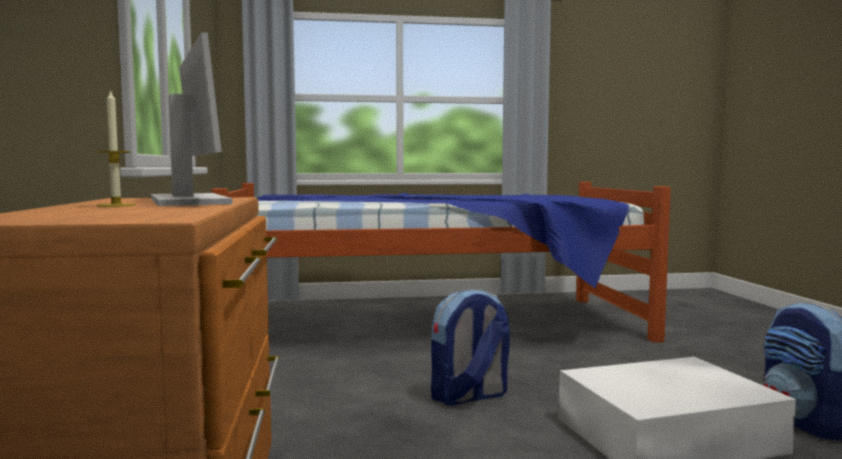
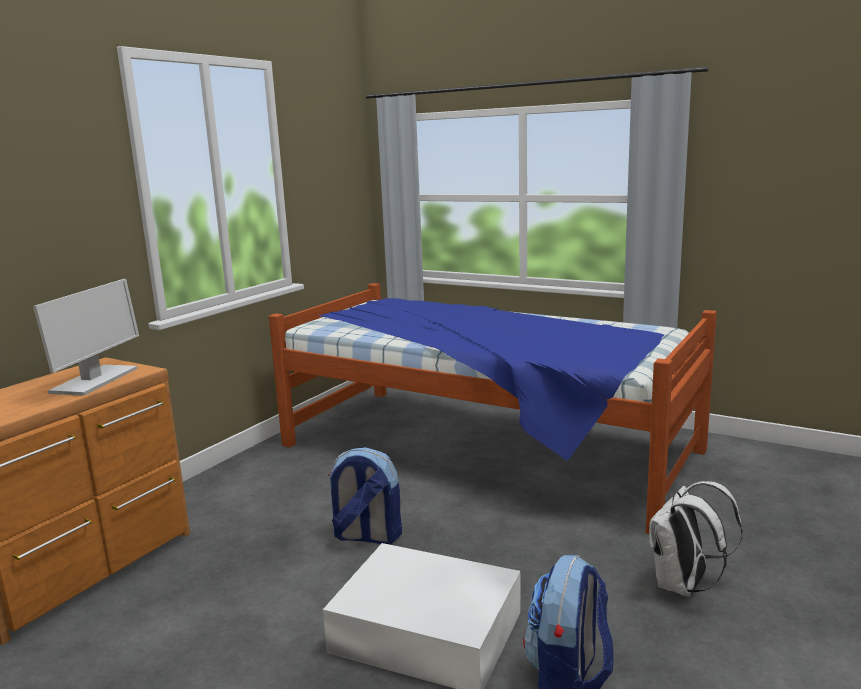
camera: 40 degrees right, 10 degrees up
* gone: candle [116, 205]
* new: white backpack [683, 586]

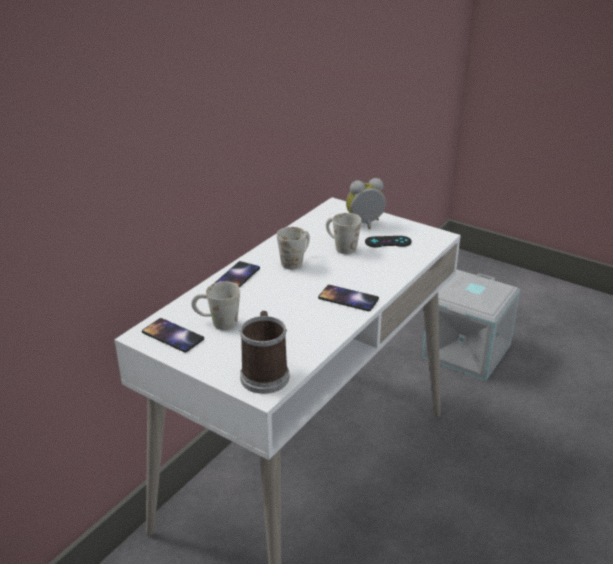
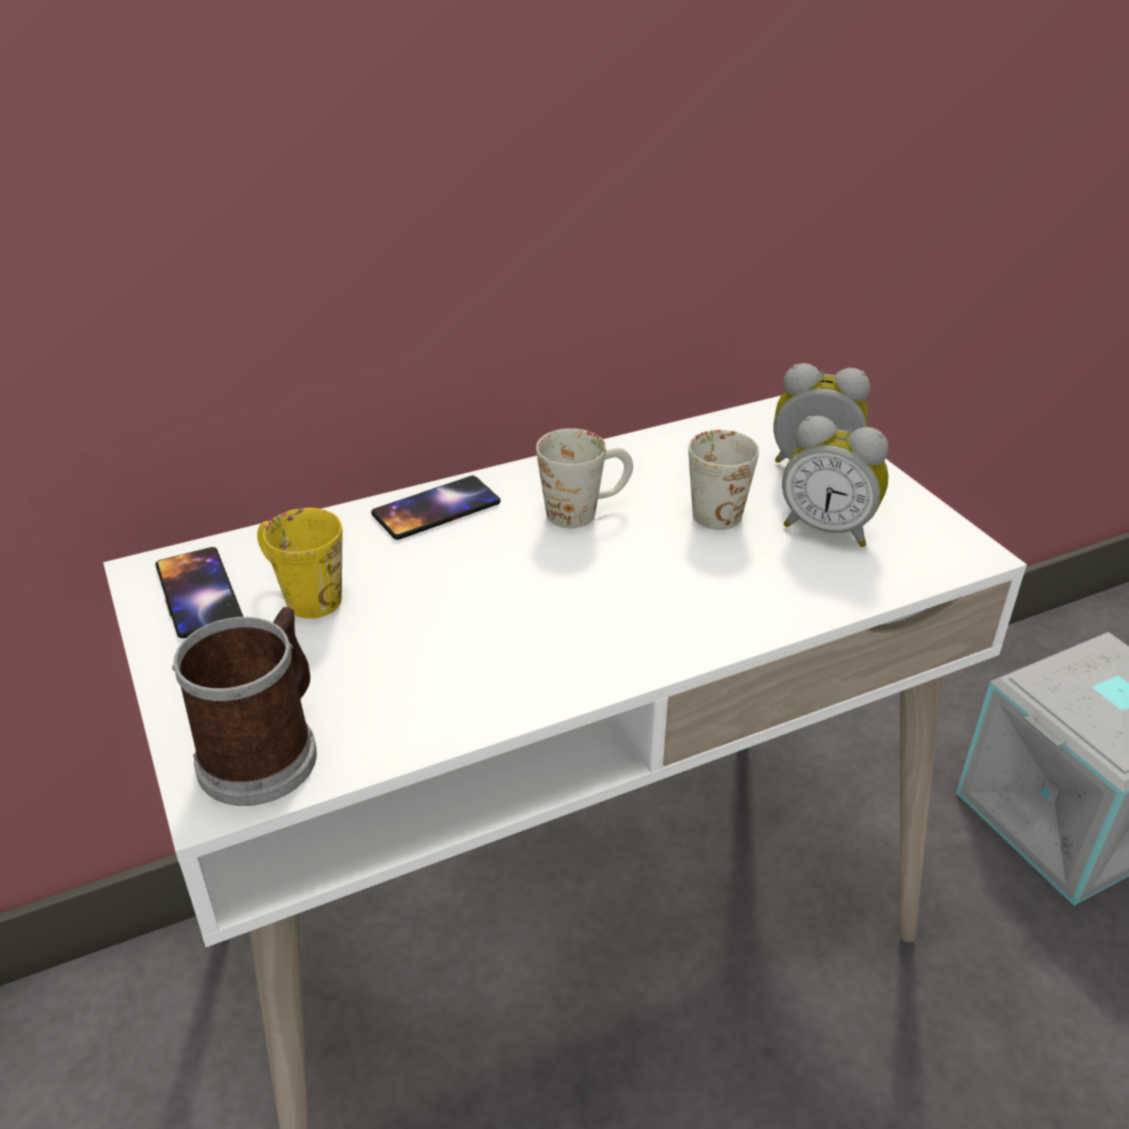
camera: 30 degrees right, 5 degrees up
* repainted: white mug [217, 323] to yellow mug [301, 595]
* gone: phone [348, 298]
* swapped: black game controller [388, 242] to alarm clock [828, 528]

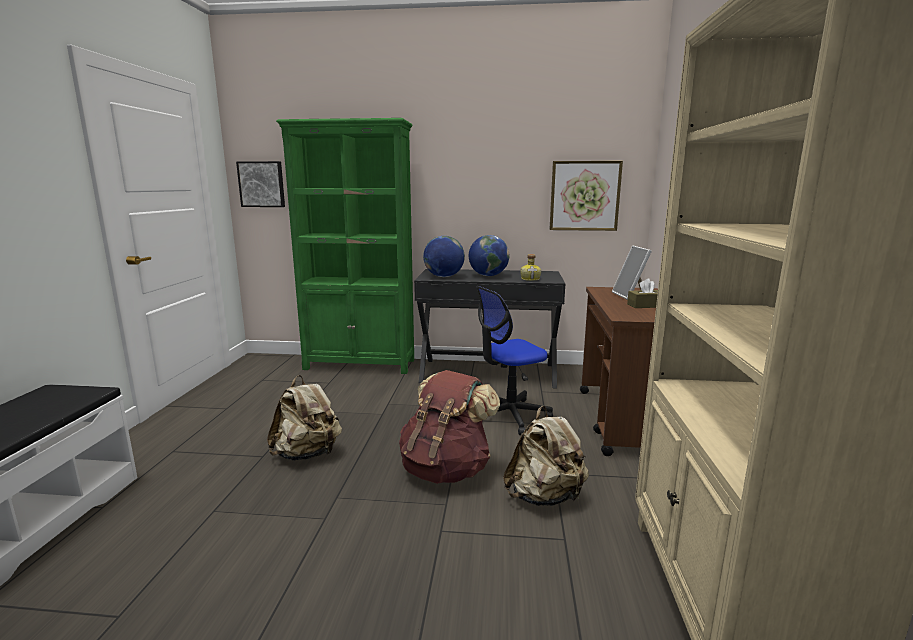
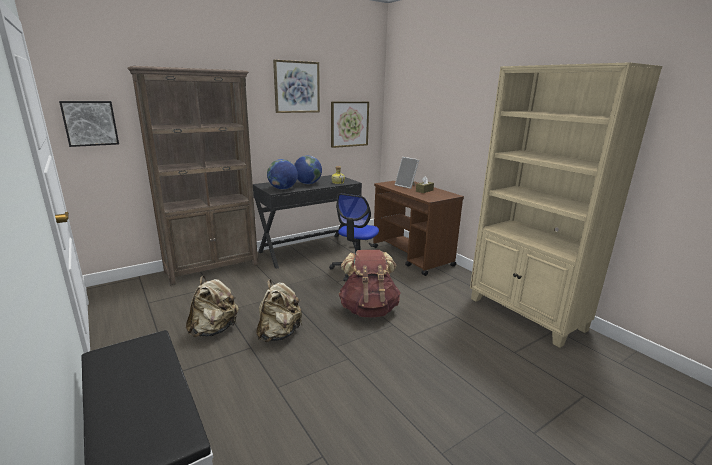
camera: 40 degrees left, 5 degrees up
* repainted: green bookcase [360, 364] to brown bookcase [213, 268]
* shifted: beige backpack [544, 497] to [214, 330]
* new: picture [297, 87]

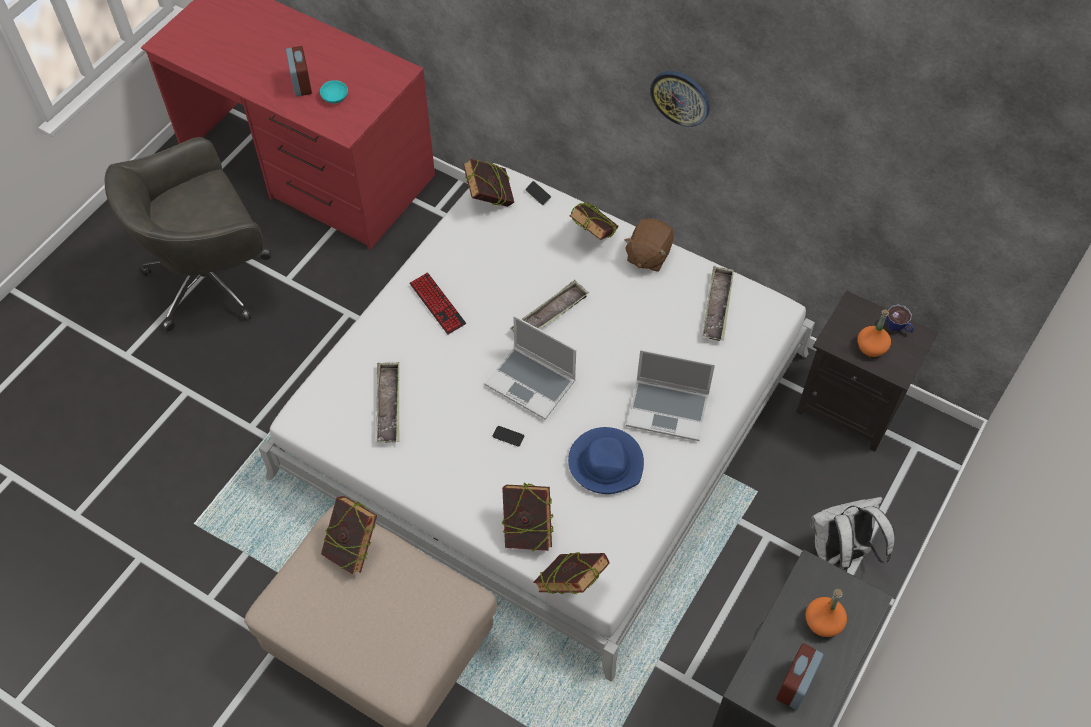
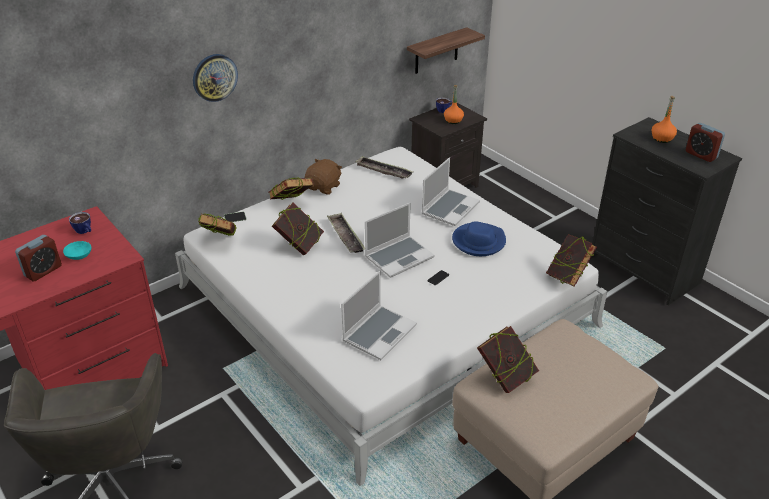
camera: 70 degrees left, 20 degrees down
* rotated: alarm clock [301, 84] = [43, 271] 120 degrees clockwise
* swapped: tray [388, 405] to laptop [379, 332]
* gone: keyboard [437, 304]
* shifted: book [527, 530] to [299, 246]
* rotated: brown plush toy [647, 255] = [324, 187] 105 degrees counterclockwise
* shifted: wall clock [680, 97] to [214, 77]
* gone: white backpack [840, 554]
* new: cup [85, 231]
* new: shelf [436, 51]

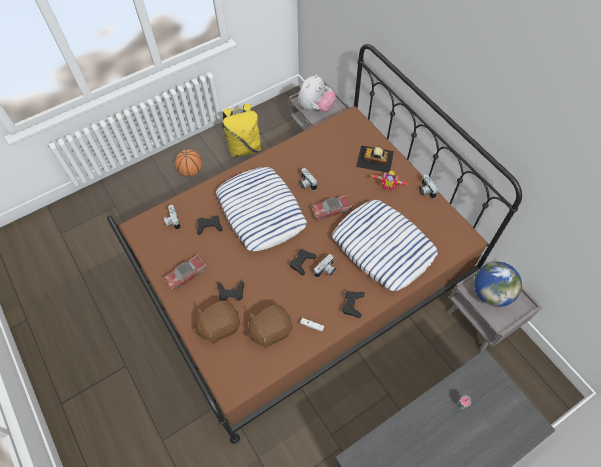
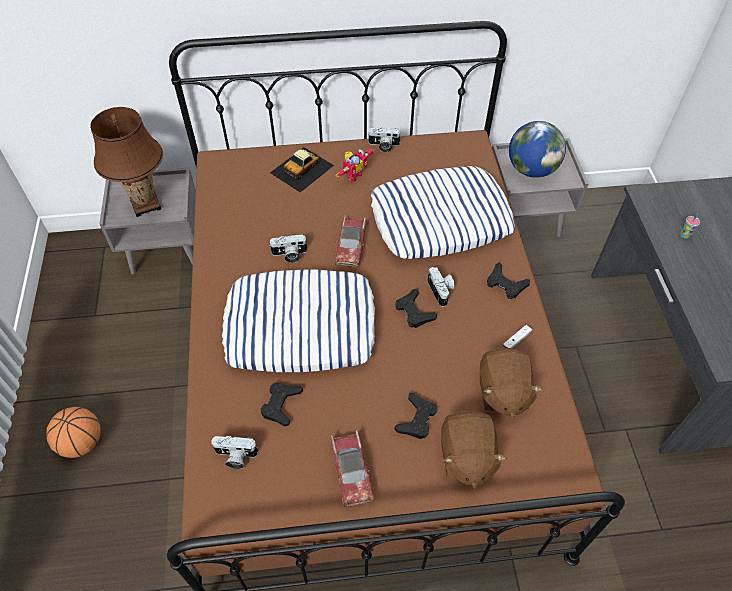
camera: 65 degrees left, 5 degrees down
* gone: yellow backpack [244, 148]
* swapped: plush toy [316, 107] to brown table lamp [145, 204]

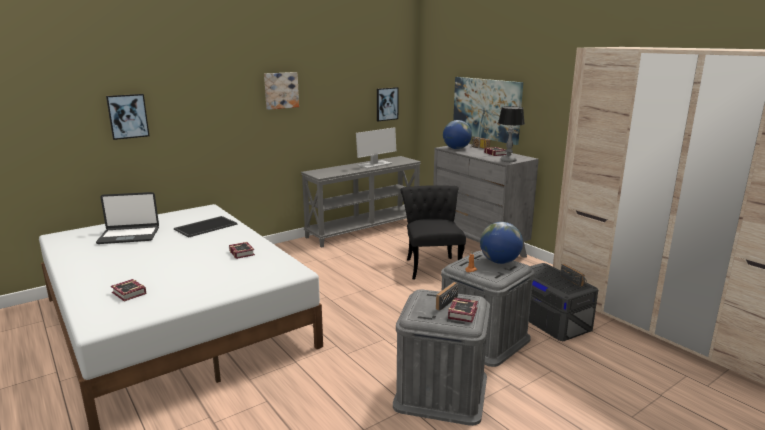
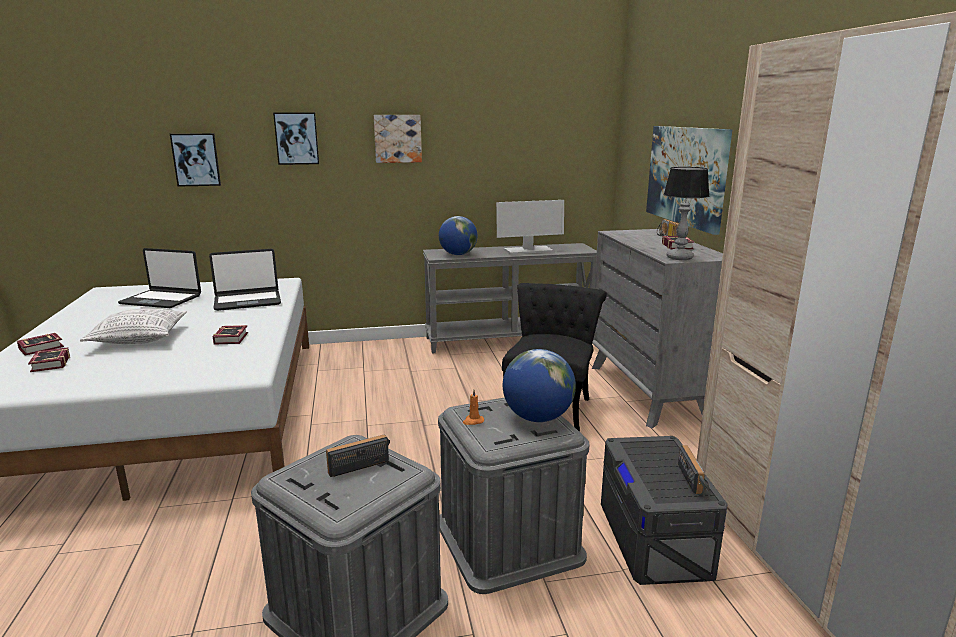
camera: 25 degrees right, 0 degrees up
* swapped: tray [206, 226] to laptop [247, 301]
* shifted: picture [386, 104] to [296, 138]
* shifted: globe [456, 148] to [458, 254]
* shifted: book [464, 312] to [43, 347]
* new: pillow [140, 338]

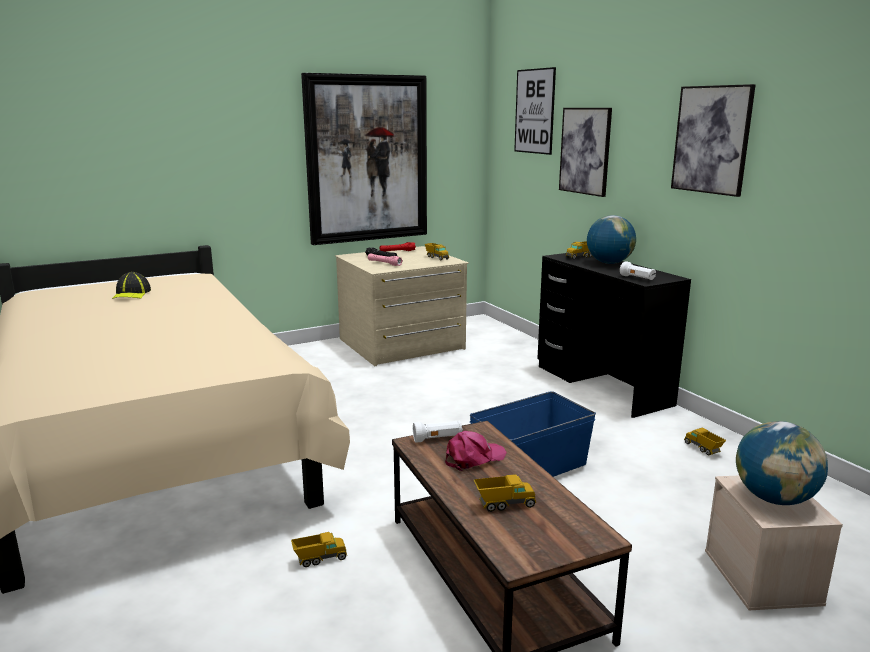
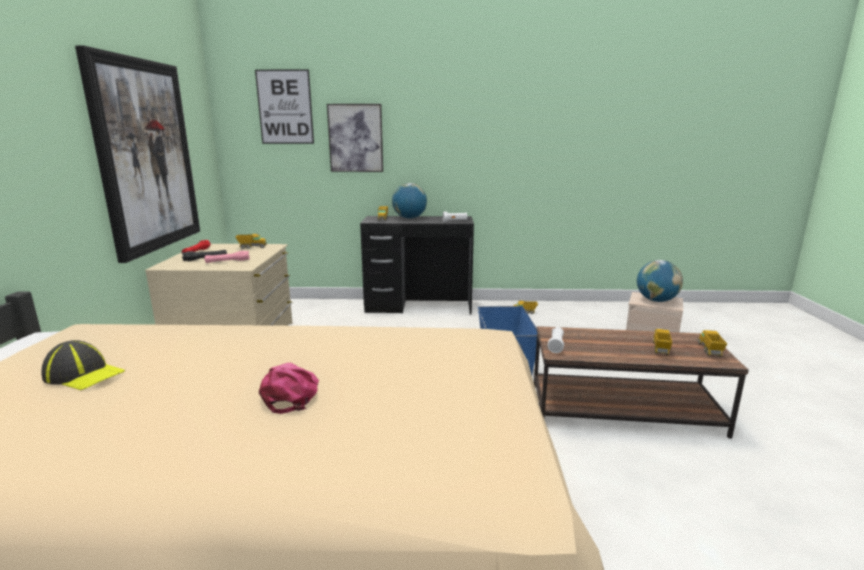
camera: 60 degrees left, 0 degrees up
* shifted: toy truck [320, 559] to [709, 351]
* shifted: pink cap [473, 458] to [291, 394]
* gone: picture [711, 140]

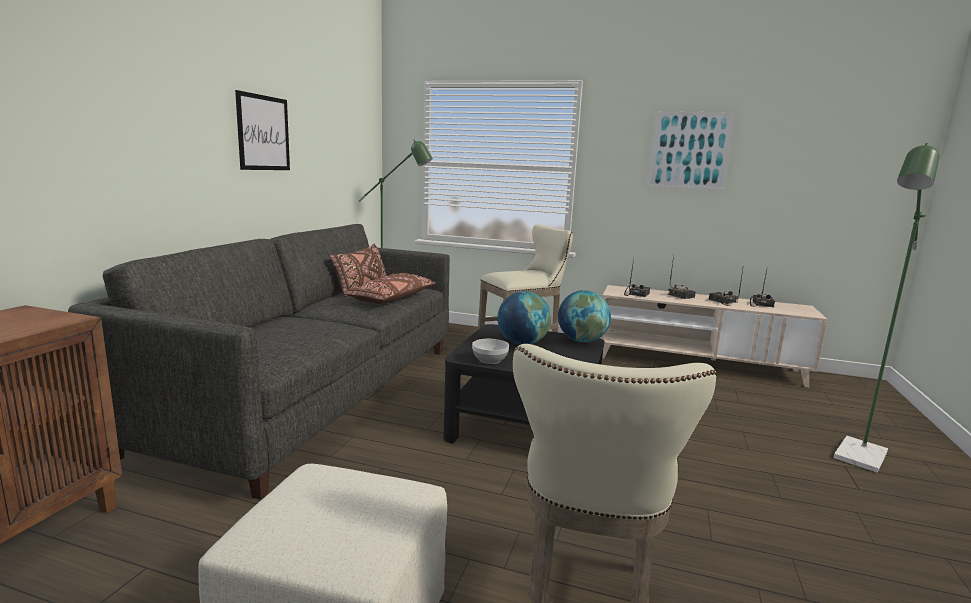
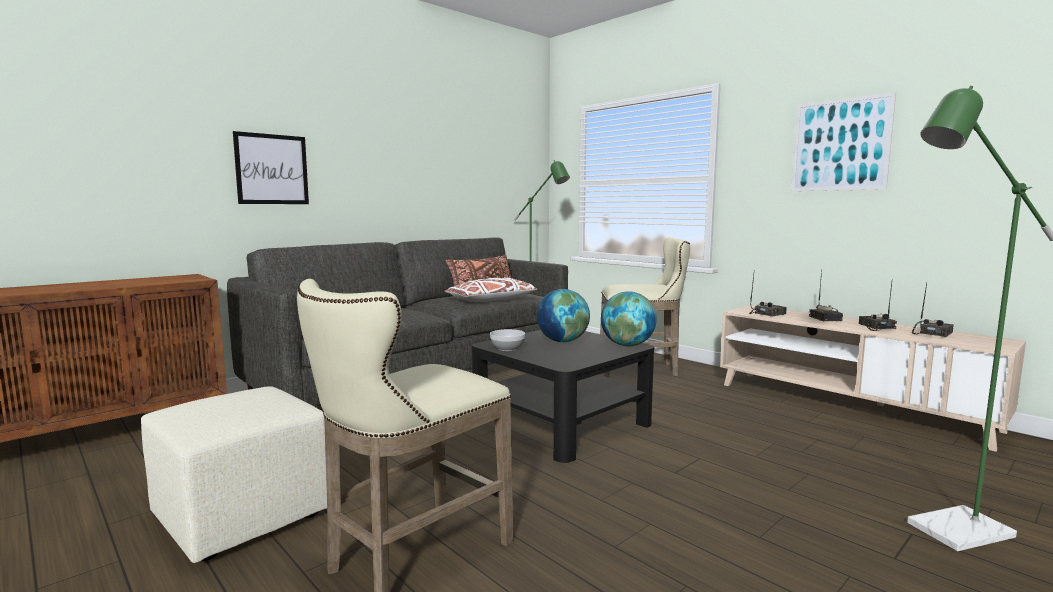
camera: 30 degrees right, 5 degrees down
* shifted: picture [263, 133] to [272, 169]
* repainted: brown pillow [392, 299] to white pillow [491, 300]

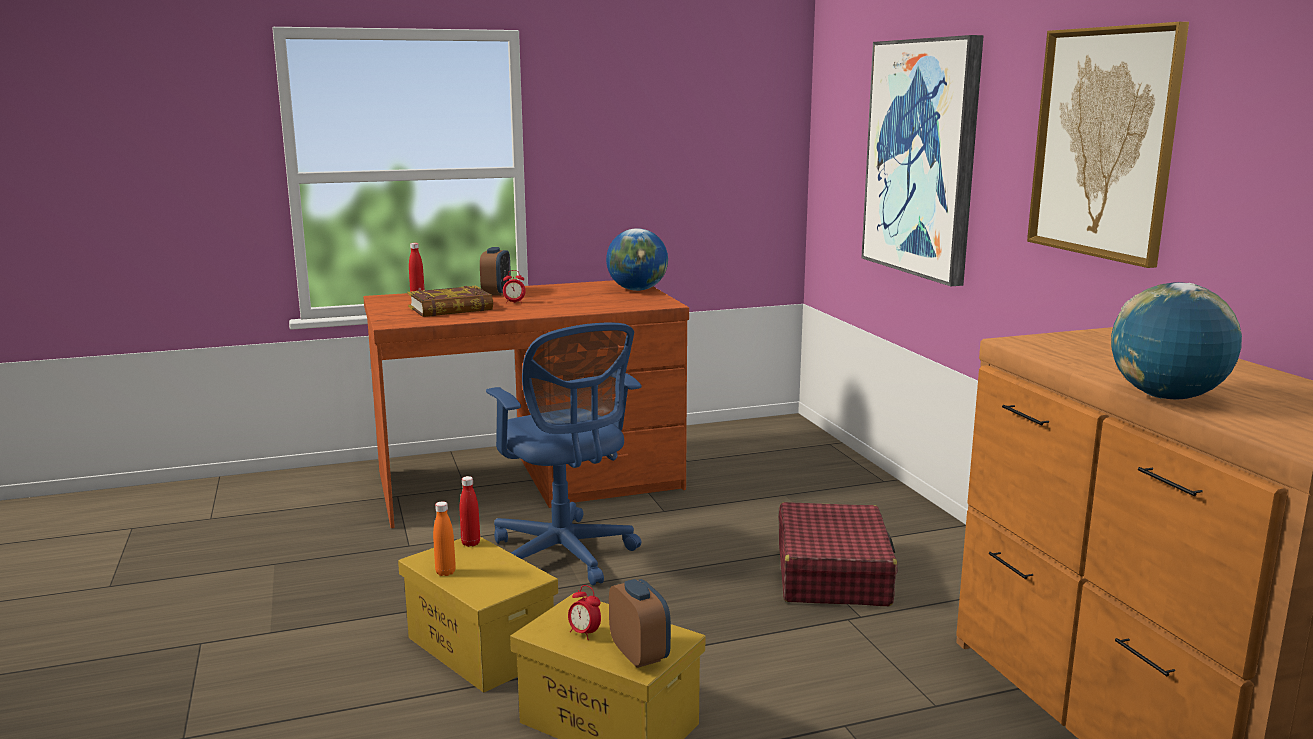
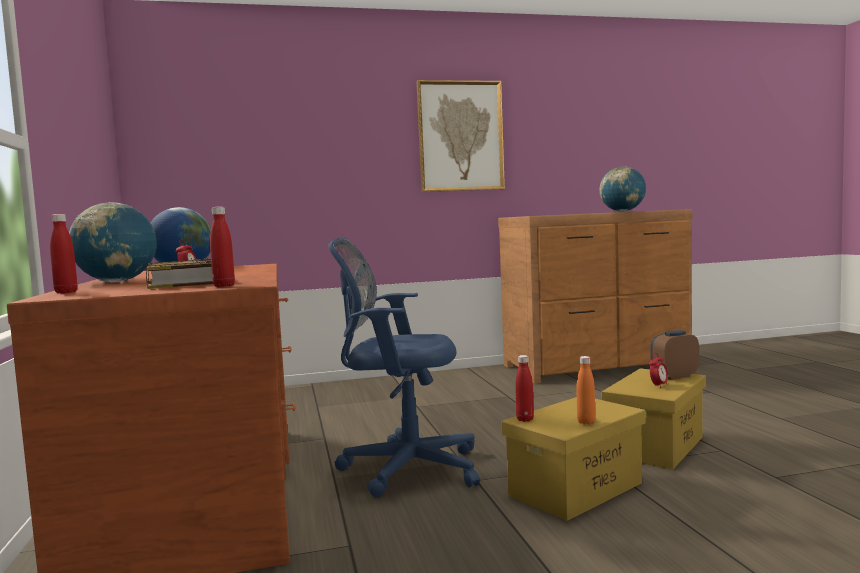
camera: 85 degrees left, 10 degrees down
* swapped: alarm clock [496, 293] to globe [117, 282]
* rotated: blue office chair [565, 556] = [404, 468] 150 degrees counterclockwise
* gone: red suitcase [833, 574]
* gone: picture [922, 158]
* new: red bottle [224, 286]

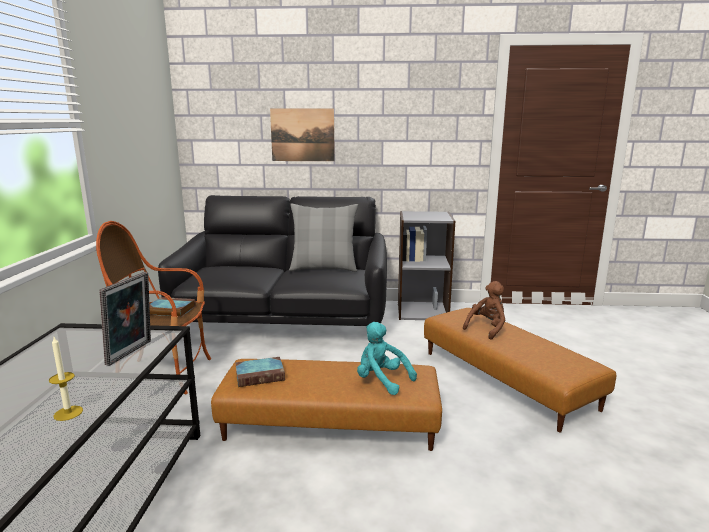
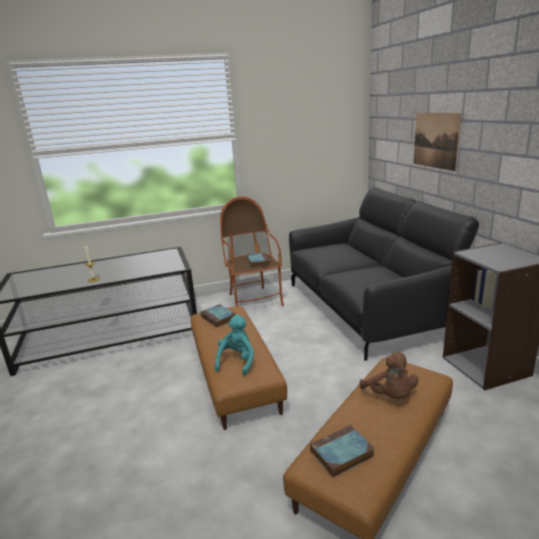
camera: 70 degrees right, 5 degrees up
* gone: picture frame [132, 353]
* gone: grey pillow [324, 268]
* rotated: brown plush toy [487, 328] = [390, 396] 45 degrees clockwise
* new: book [341, 455]

